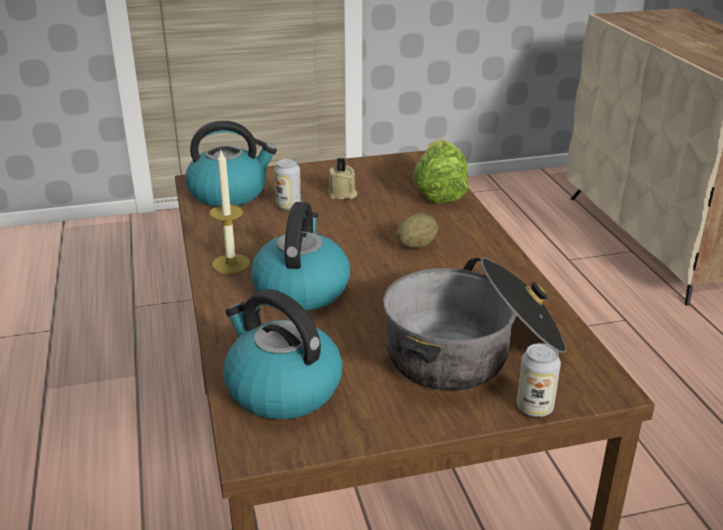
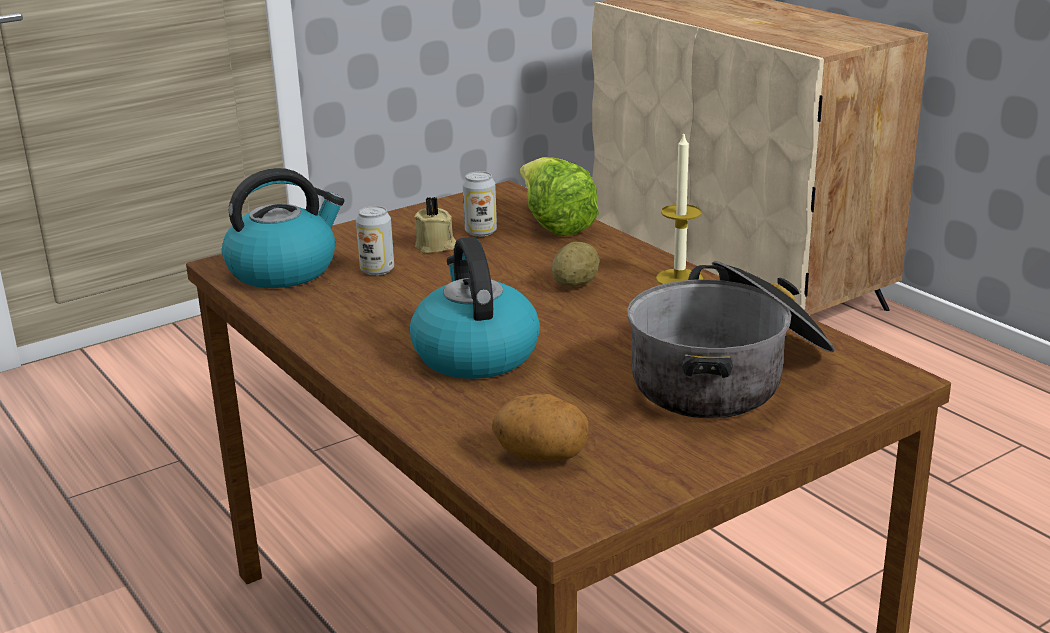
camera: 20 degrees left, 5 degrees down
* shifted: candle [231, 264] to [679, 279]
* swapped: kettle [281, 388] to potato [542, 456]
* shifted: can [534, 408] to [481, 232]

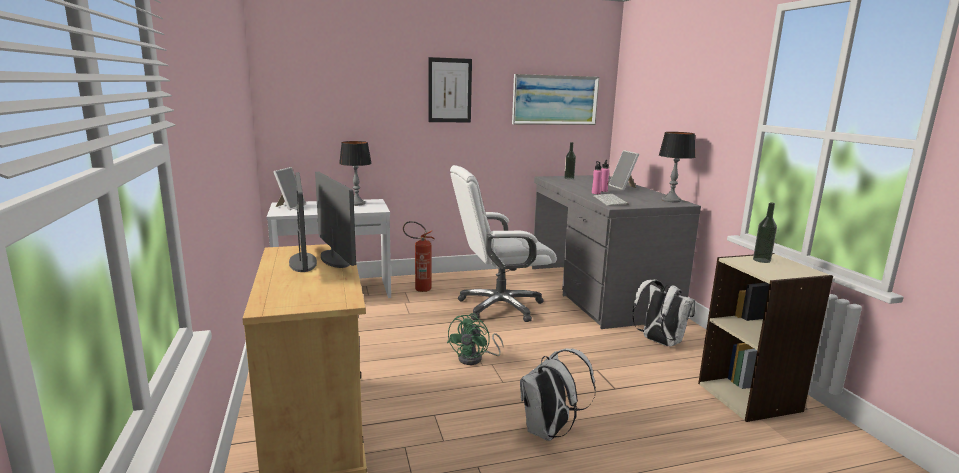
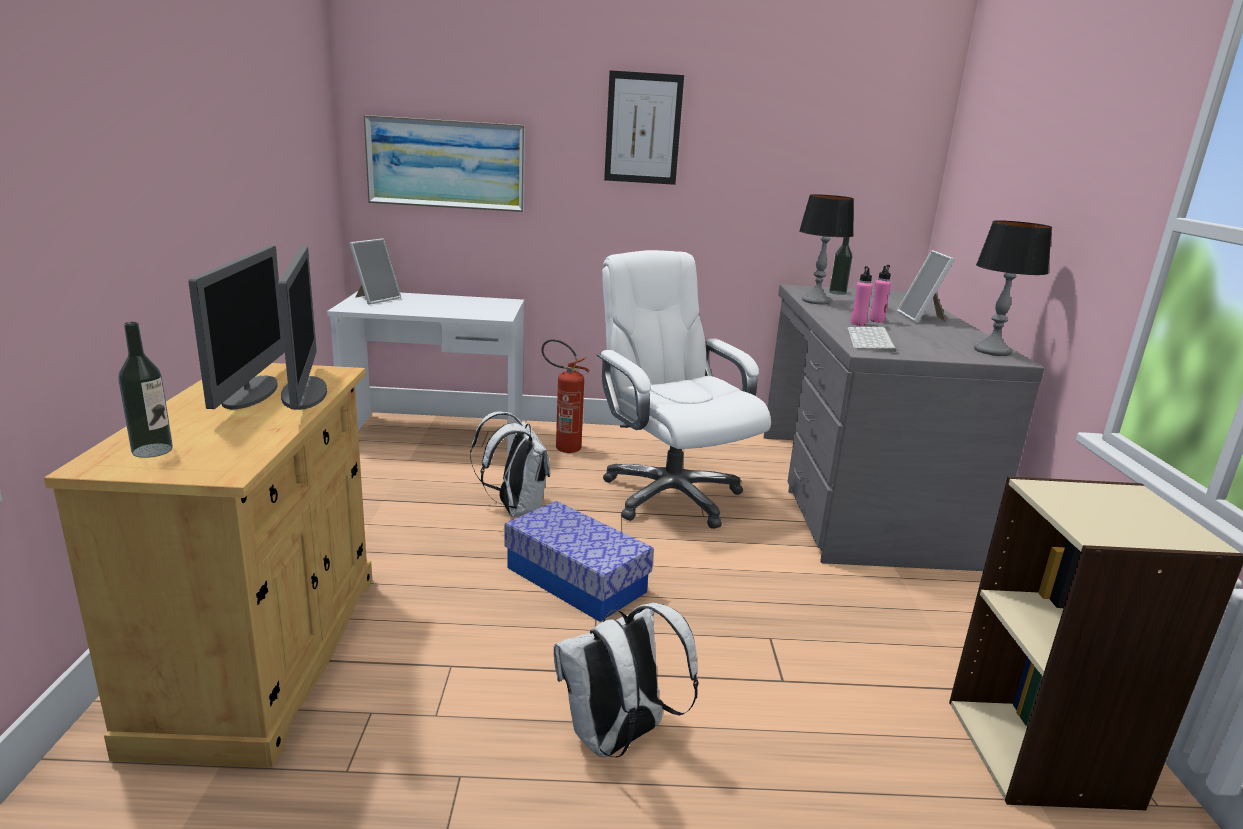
camera: 15 degrees right, 5 degrees up
* shifted: table lamp [357, 203] to [816, 301]
* swapped: green fan [475, 359] to storage box [576, 580]
* rotated: white office chair [499, 306] = [670, 495] 60 degrees clockwise
* shifted: picture [555, 100] to [446, 164]
* shifted: white backpack [659, 342] to [515, 509]
* shifted: bottle [761, 260] to [152, 450]

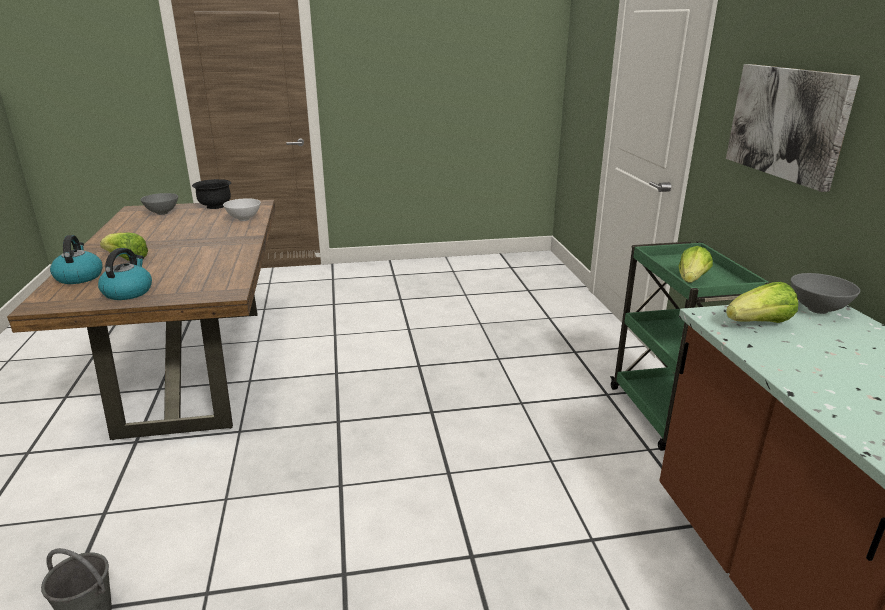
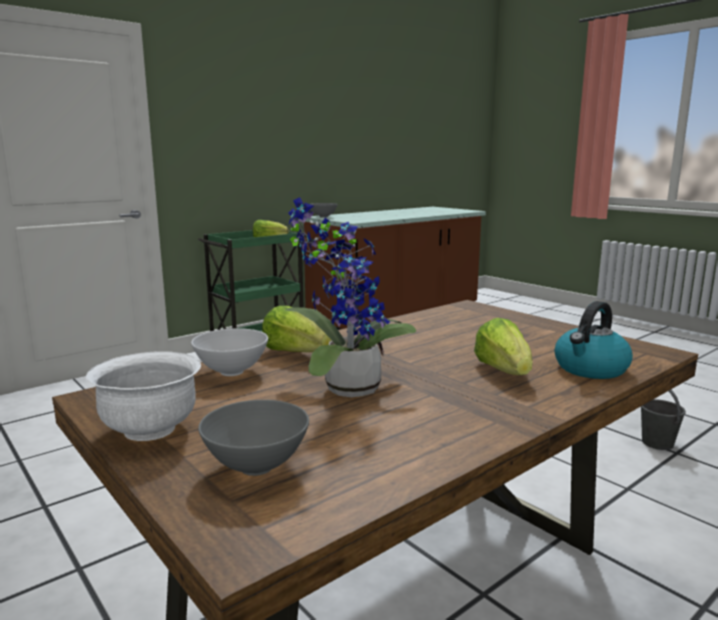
camera: 120 degrees left, 10 degrees down
* gone: kettle [128, 292]
* repainted: black bowl [215, 206] to white bowl [151, 430]
* gone: picture [787, 123]
* shifted: lettuce [759, 324] to [295, 353]
* new: potted plant [345, 388]

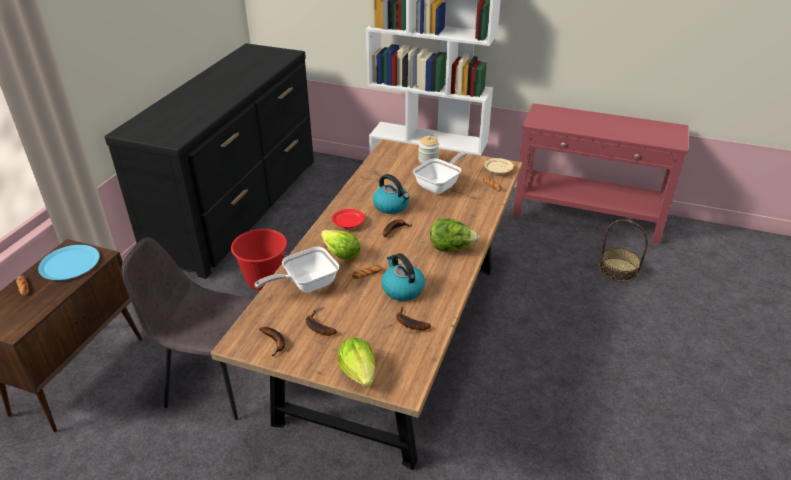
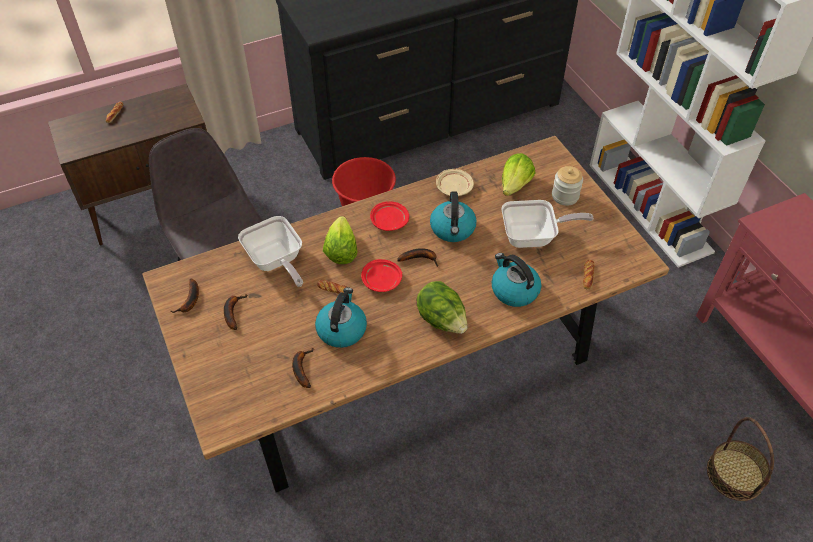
camera: 45 degrees right, 15 degrees up
* gone: blue plate [70, 263]
* rotated: frying pan [306, 284] = [276, 262] 135 degrees counterclockwise
* shifted: lettuce [359, 372] to [515, 185]
* shifted: beige plate [497, 170] to [453, 187]
* new: red plate [382, 281]
* new: kettle [514, 290]

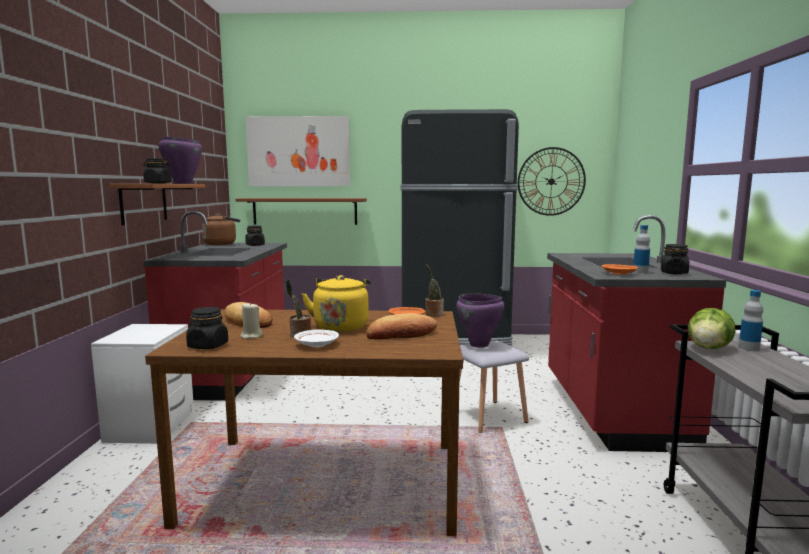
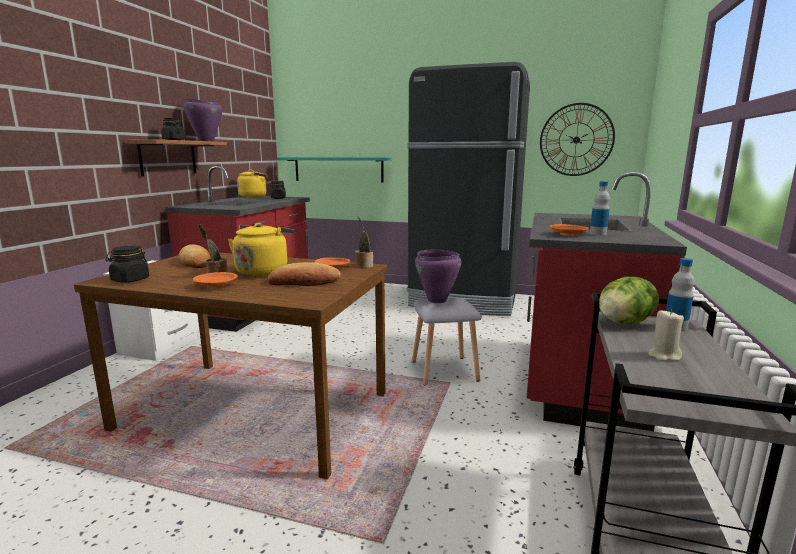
camera: 15 degrees right, 5 degrees up
* repainted: brown kettle [222, 244] to yellow kettle [255, 196]
* repainted: brown shelf [305, 211] to turquoise shelf [338, 169]
* shifted: beige candle [251, 336] to [664, 356]
* gone: picture [298, 151]
* repainted: white plate [316, 344] to orange plate [215, 285]
* gone: black jar [673, 273]

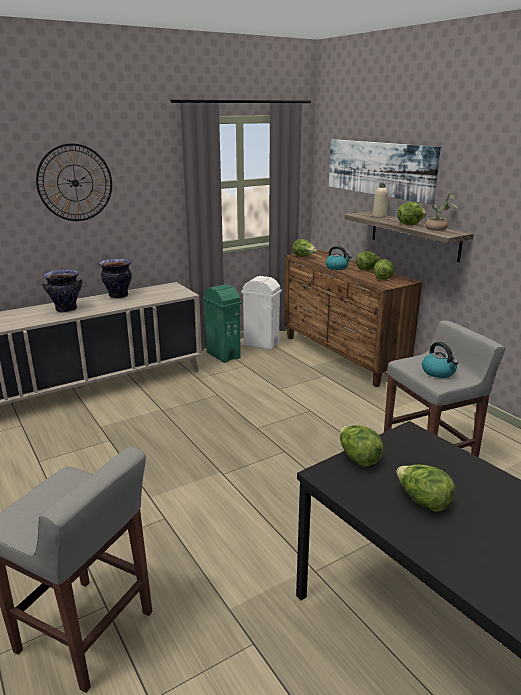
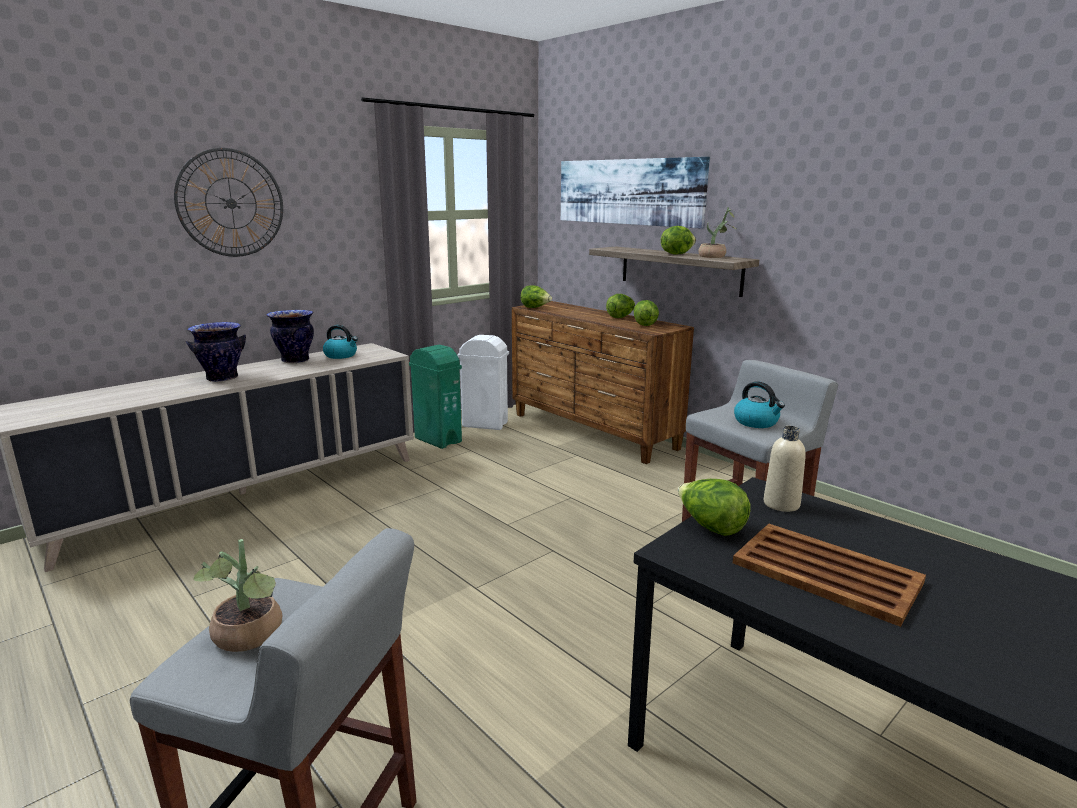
camera: 10 degrees left, 5 degrees down
* shifted: kettle [337, 267] to [341, 355]
* shifted: beige bottle [379, 216] to [781, 504]
* swapped: lettuce [422, 501] to brown tray [827, 573]
* new: potted plant [249, 638]

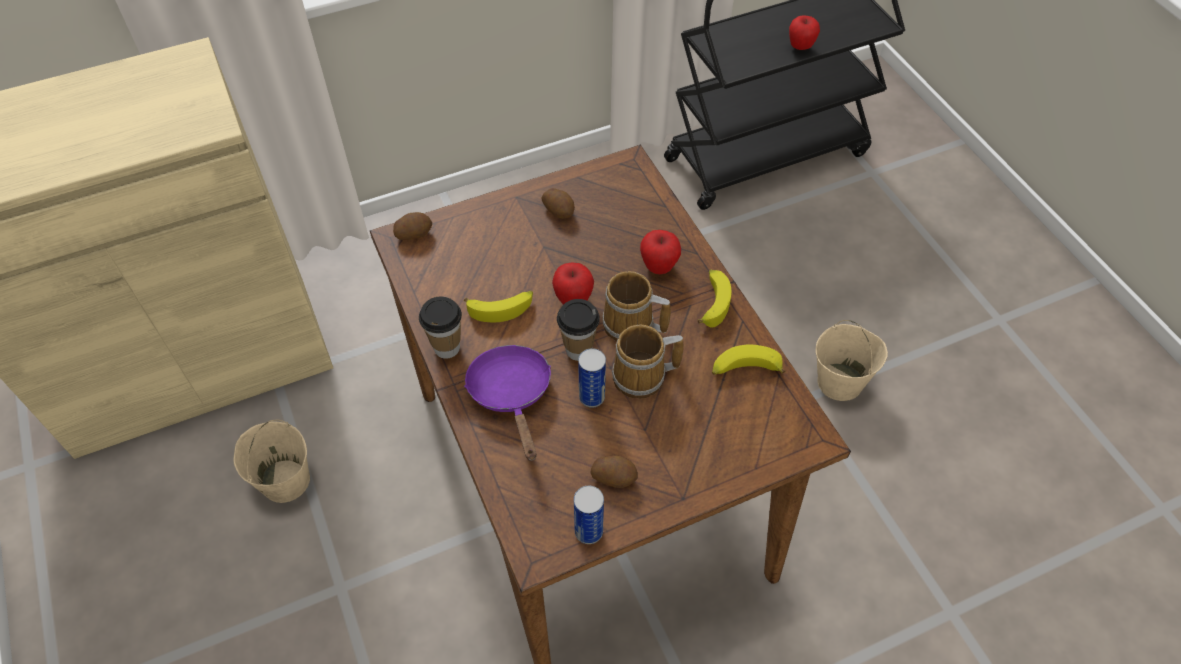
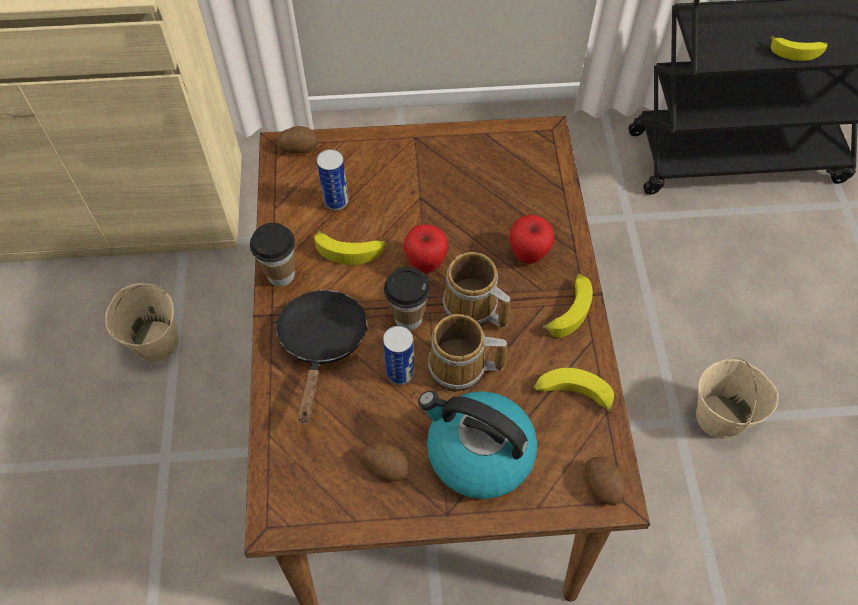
camera: 20 degrees right, 5 degrees up
* repainted: purple frying pan [512, 395] to black frying pan [322, 344]
* shifted: potato [559, 210] to [603, 484]
* shifted: can [588, 531] to [336, 201]
* swapped: apple [800, 46] to banana [797, 51]
* new: kettle [477, 452]

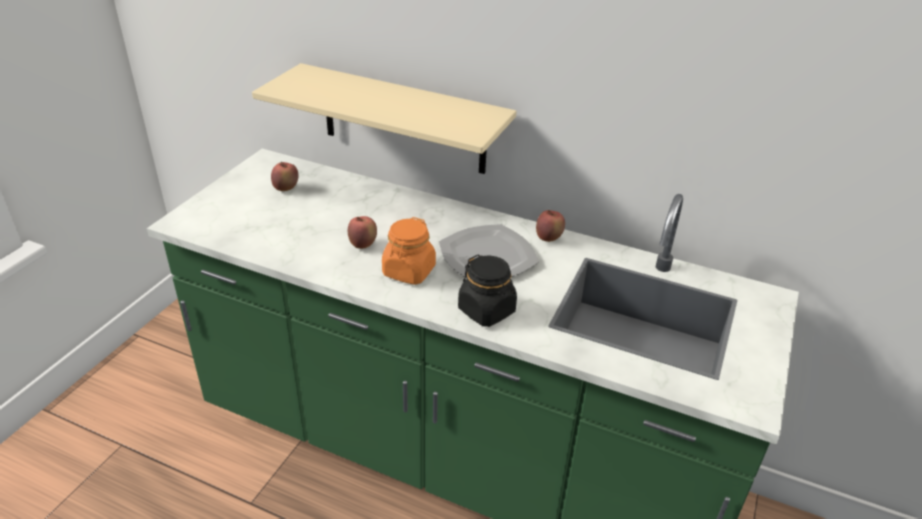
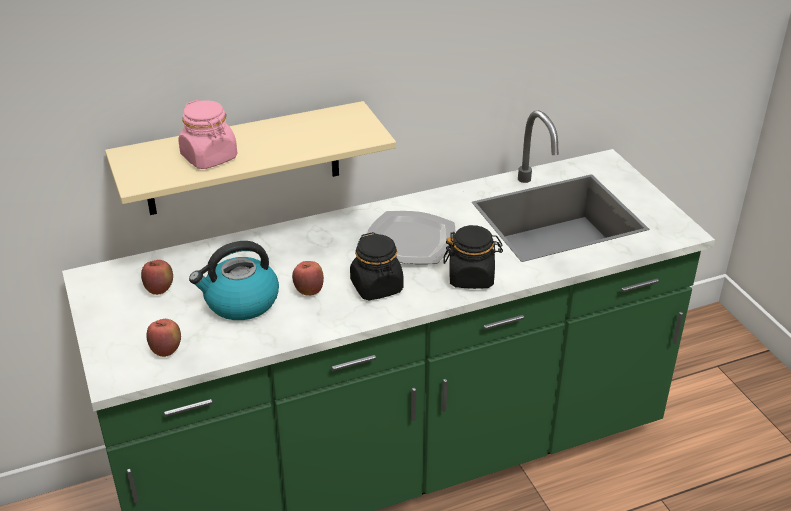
camera: 45 degrees left, 0 degrees up
* repainted: orange jar [409, 271] to black jar [377, 287]
* shifted: apple [548, 238] to [166, 351]
* new: pink jar [209, 157]
* new: kettle [240, 302]

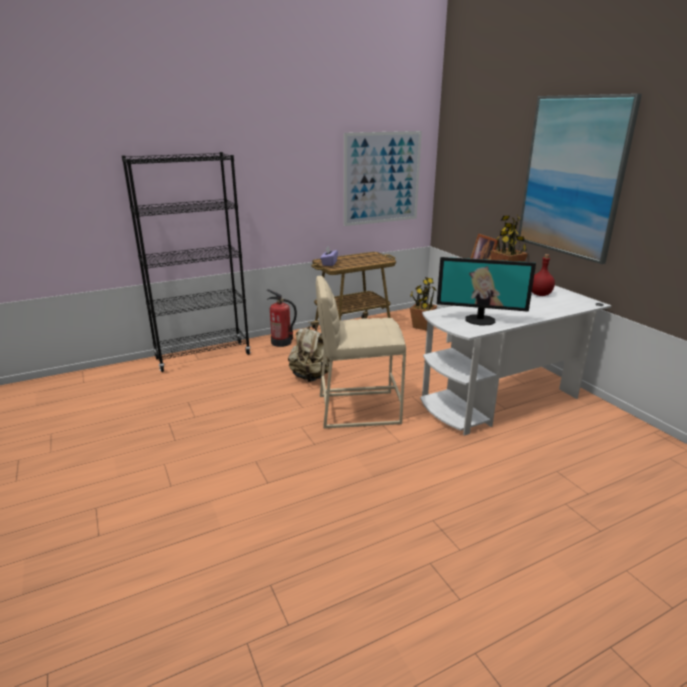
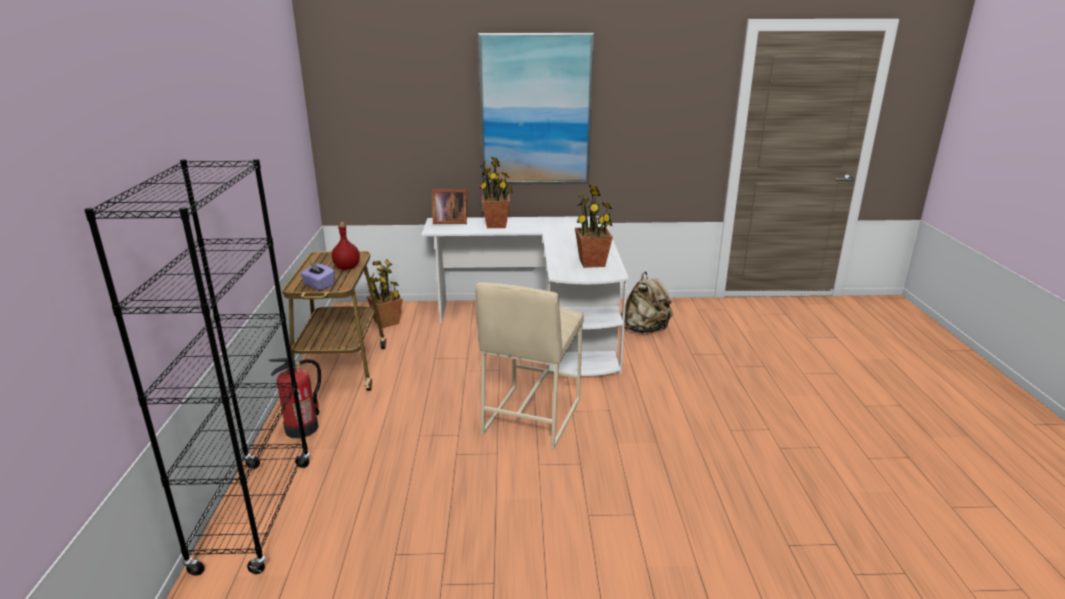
camera: 65 degrees left, 0 degrees up
* shifted: beige backpack [310, 377] to [645, 329]
* gone: picture [382, 178]
* swapped: monitor [480, 320] to potted plant [592, 263]
* shifted: red bottle [540, 294] to [347, 268]

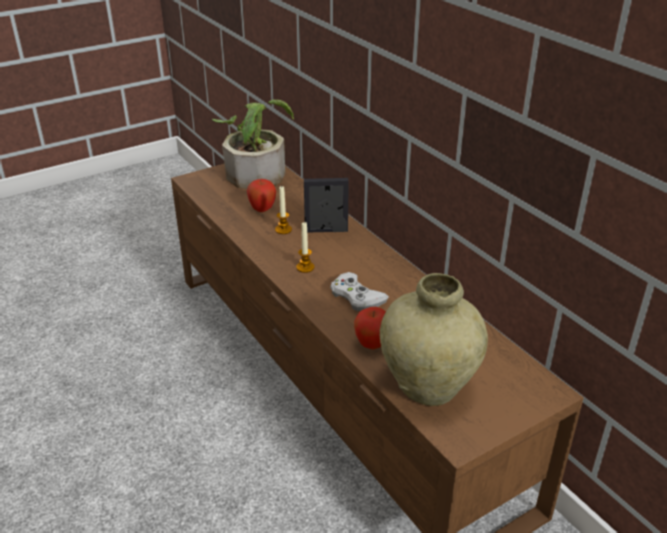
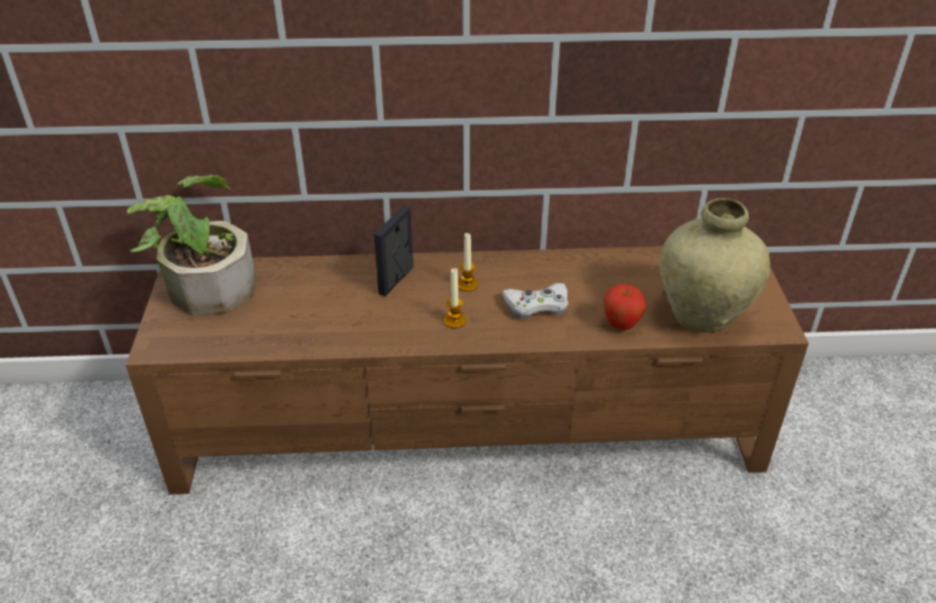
camera: 60 degrees left, 5 degrees up
* gone: apple [262, 209]
* shifted: candle [283, 230] to [467, 285]

